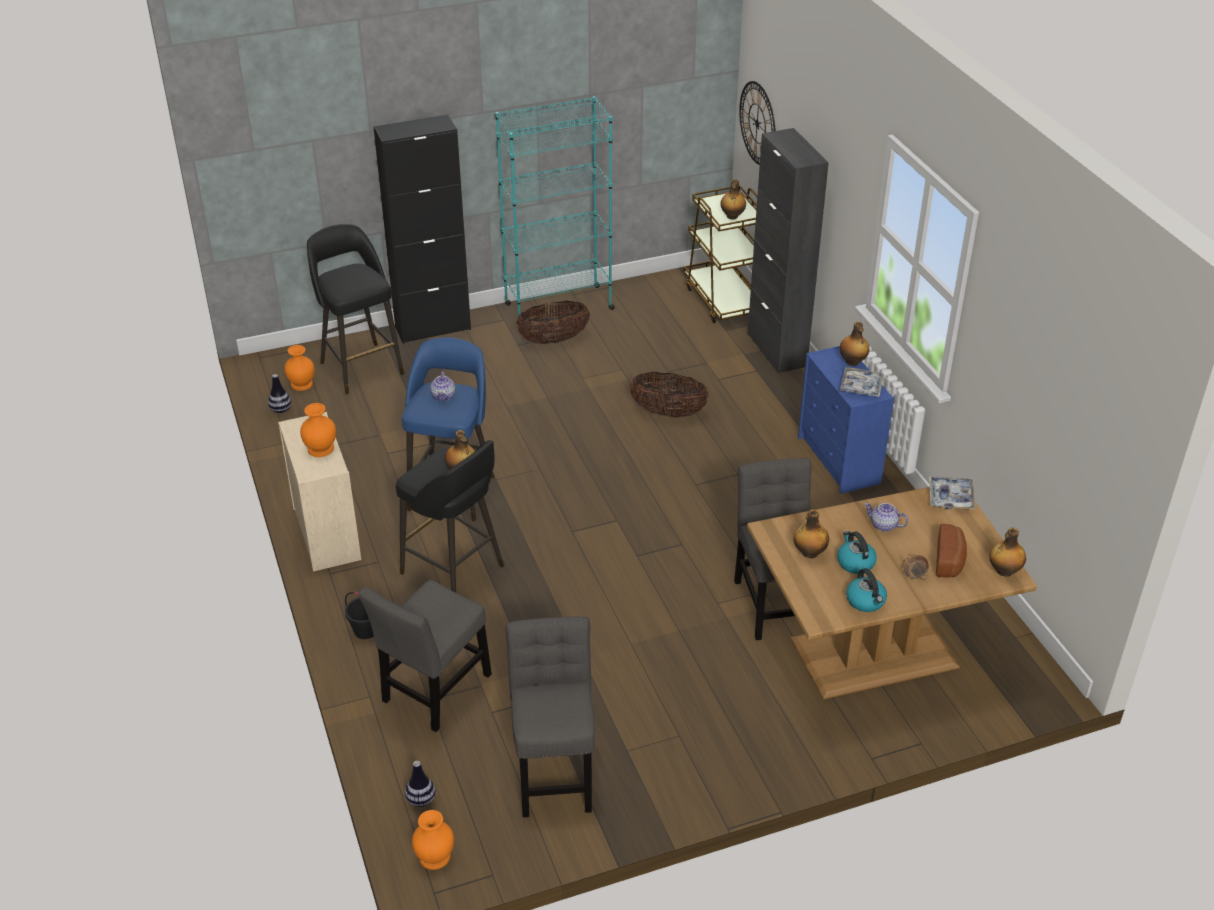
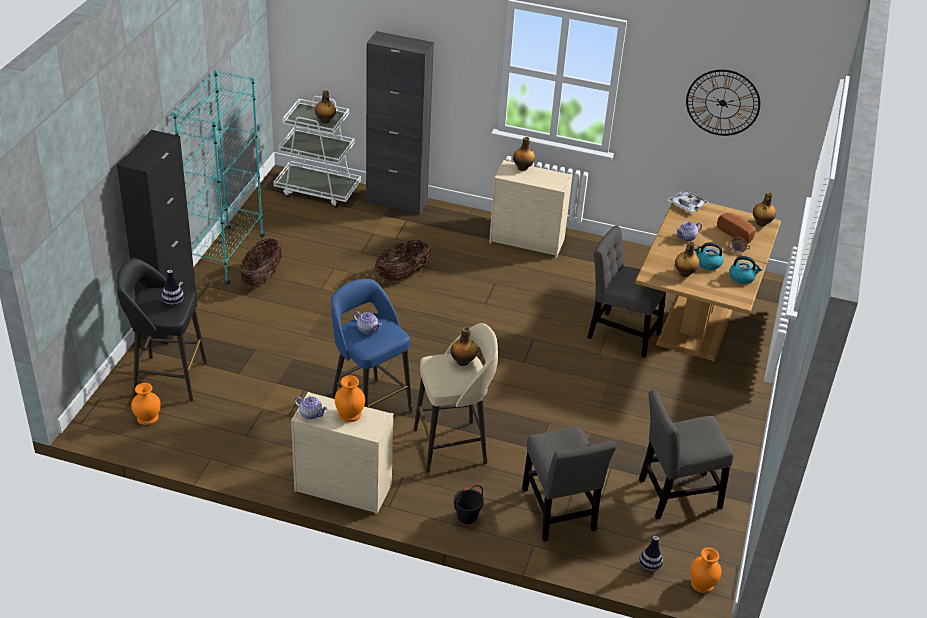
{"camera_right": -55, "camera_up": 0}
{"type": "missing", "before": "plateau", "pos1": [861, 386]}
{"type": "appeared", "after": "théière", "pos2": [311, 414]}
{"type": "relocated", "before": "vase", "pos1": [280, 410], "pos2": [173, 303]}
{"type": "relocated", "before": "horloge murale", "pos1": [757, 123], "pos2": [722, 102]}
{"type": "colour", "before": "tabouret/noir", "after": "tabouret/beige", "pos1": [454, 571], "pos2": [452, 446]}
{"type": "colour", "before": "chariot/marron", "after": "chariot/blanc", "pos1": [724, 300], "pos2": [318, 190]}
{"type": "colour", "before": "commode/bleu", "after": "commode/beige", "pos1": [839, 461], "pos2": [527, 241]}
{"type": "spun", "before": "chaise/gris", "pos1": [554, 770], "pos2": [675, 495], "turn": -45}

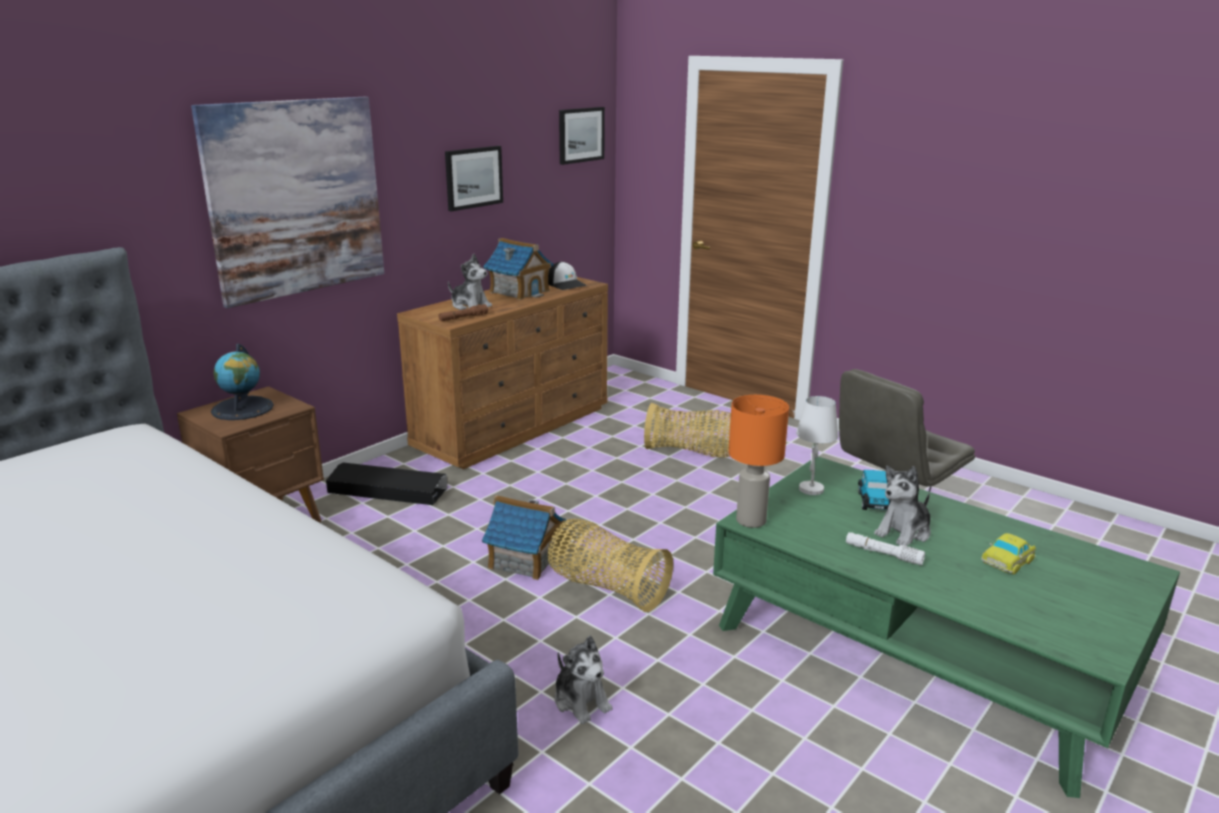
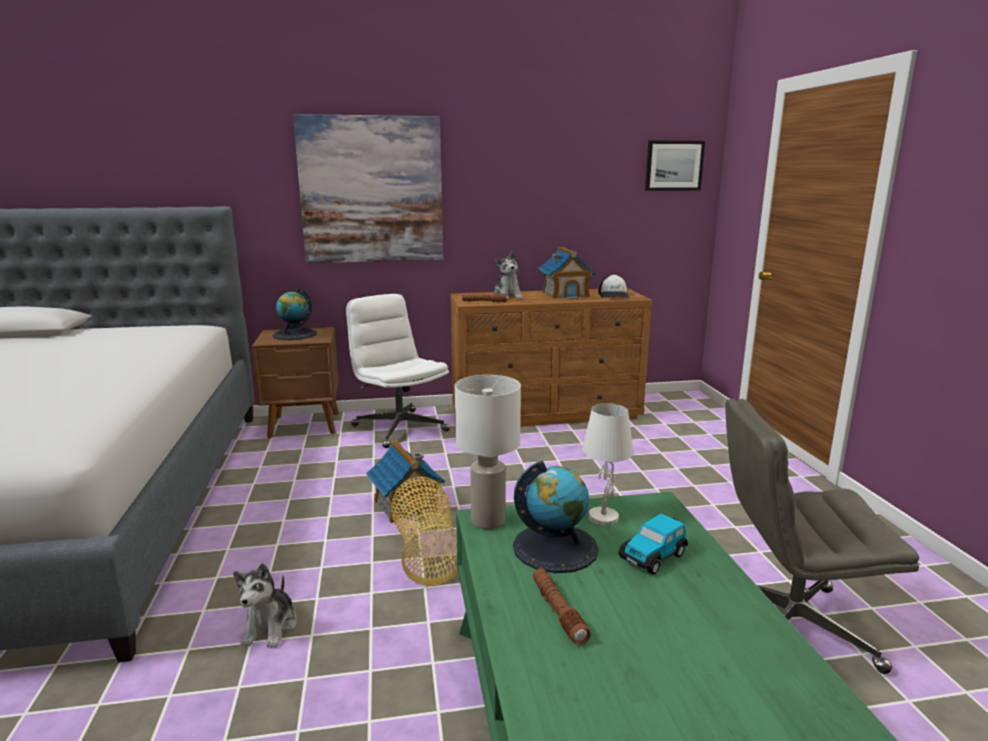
{"camera_right": 40, "camera_up": -5}
{"type": "missing", "before": "tableau", "pos1": [473, 177]}
{"type": "missing", "before": "panier", "pos1": [691, 452]}
{"type": "missing", "before": "peluche", "pos1": [904, 532]}
{"type": "missing", "before": "petite voiture", "pos1": [1008, 560]}
{"type": "appeared", "after": "globe", "pos2": [555, 547]}
{"type": "exchanged", "before": "boîte de rangement/noir", "after": "chaise de bureau/blanc", "pos1": [387, 491], "pos2": [399, 428]}
{"type": "colour", "before": "lampe de table/orange", "after": "lampe de table/blanc", "pos1": [750, 520], "pos2": [487, 520]}
{"type": "colour", "before": "lampe de poche/blanc", "after": "lampe de poche/marron", "pos1": [883, 554], "pos2": [558, 611]}

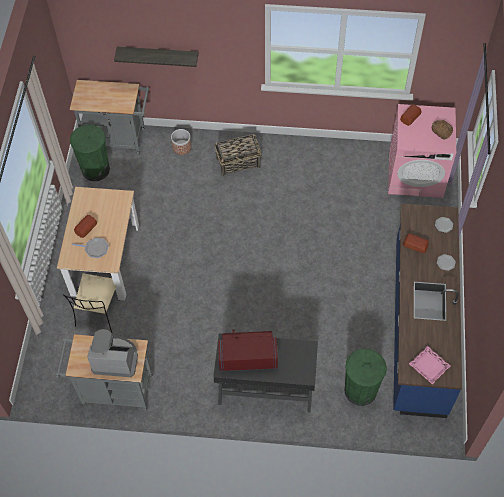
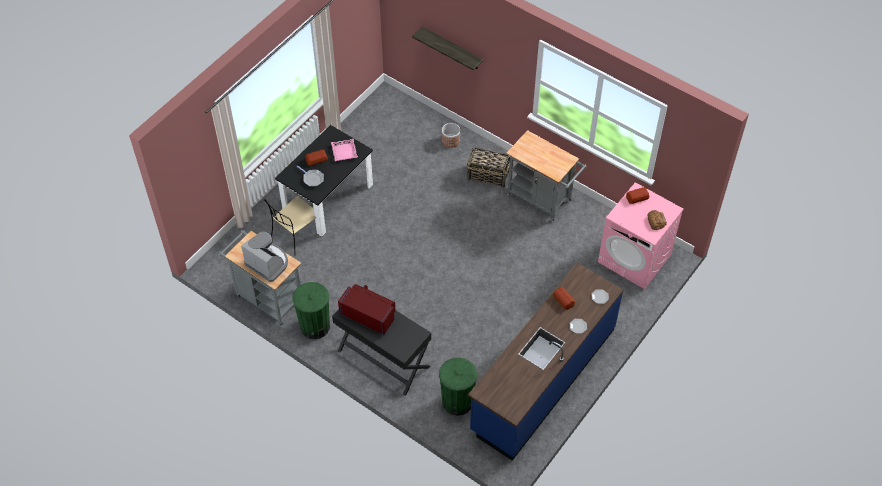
{"camera_right": 30, "camera_up": -5}
{"type": "relocated", "before": "chariot/gris", "pos1": [119, 139], "pos2": [542, 200]}
{"type": "relocated", "before": "poubelle/vert", "pos1": [95, 169], "pos2": [315, 326]}
{"type": "relocated", "before": "plateau/rose", "pos1": [429, 366], "pos2": [344, 151]}
{"type": "colour", "before": "table à manger/beige", "after": "table à manger/noir", "pos1": [105, 260], "pos2": [328, 198]}

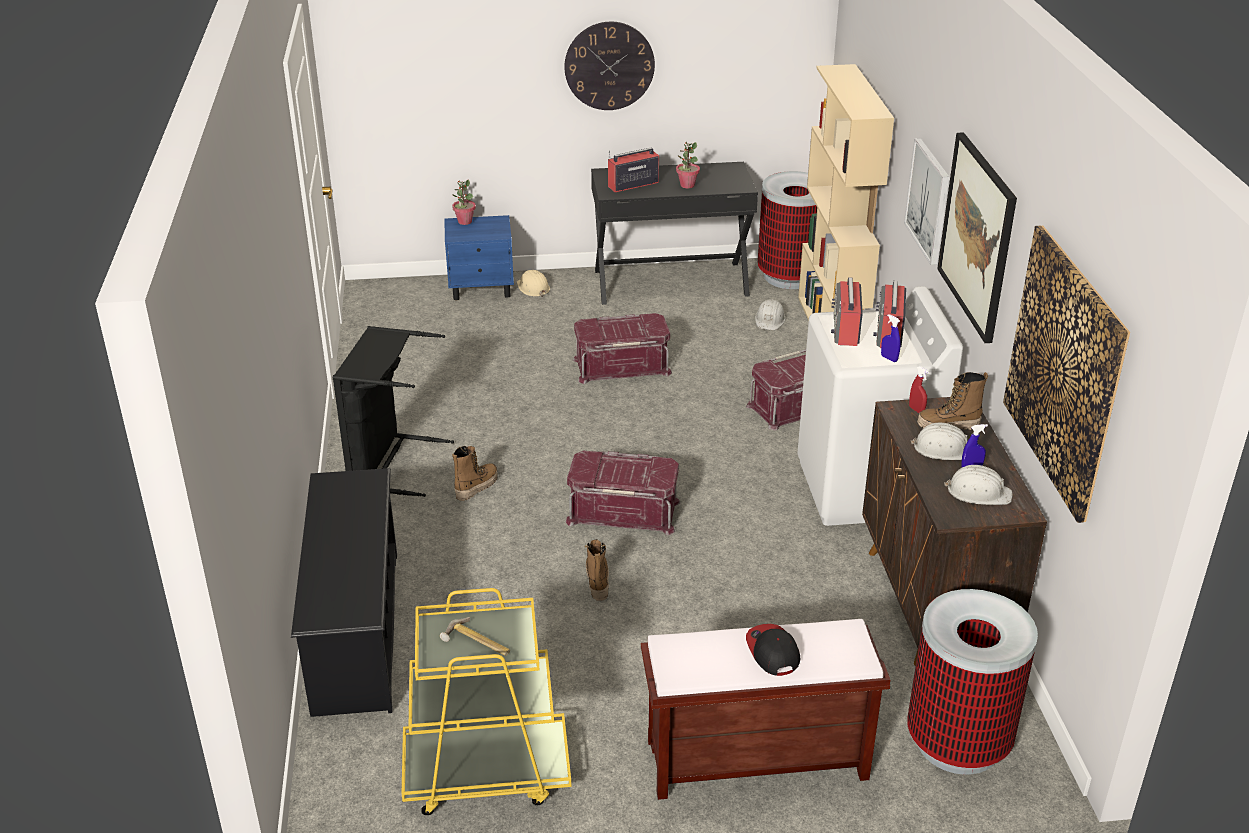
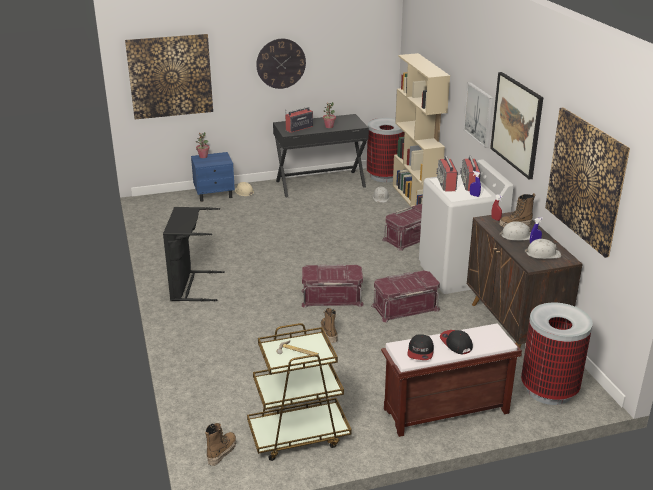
{"camera_right": -10, "camera_up": -5}
{"type": "missing", "before": "étagère à chaussures/noir", "pos1": [356, 631]}
{"type": "appeared", "after": "tableau", "pos2": [170, 76]}
{"type": "appeared", "after": "casquette", "pos2": [420, 352]}
{"type": "relocated", "before": "botte", "pos1": [476, 487], "pos2": [221, 452]}
{"type": "relocated", "before": "boîte de rangement/rouge", "pos1": [621, 365], "pos2": [405, 307]}
{"type": "colour", "before": "chariot/jaune", "after": "chariot/marron", "pos1": [486, 773], "pos2": [298, 435]}

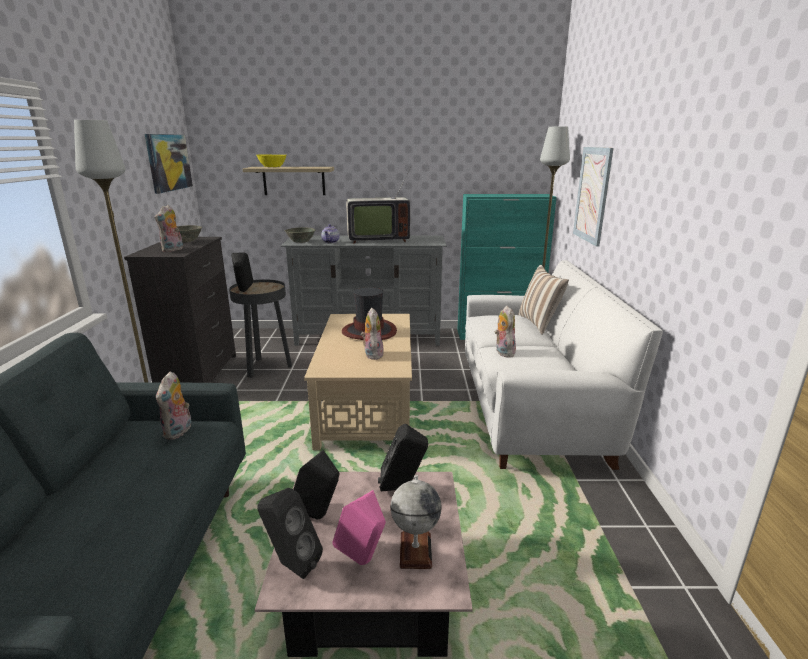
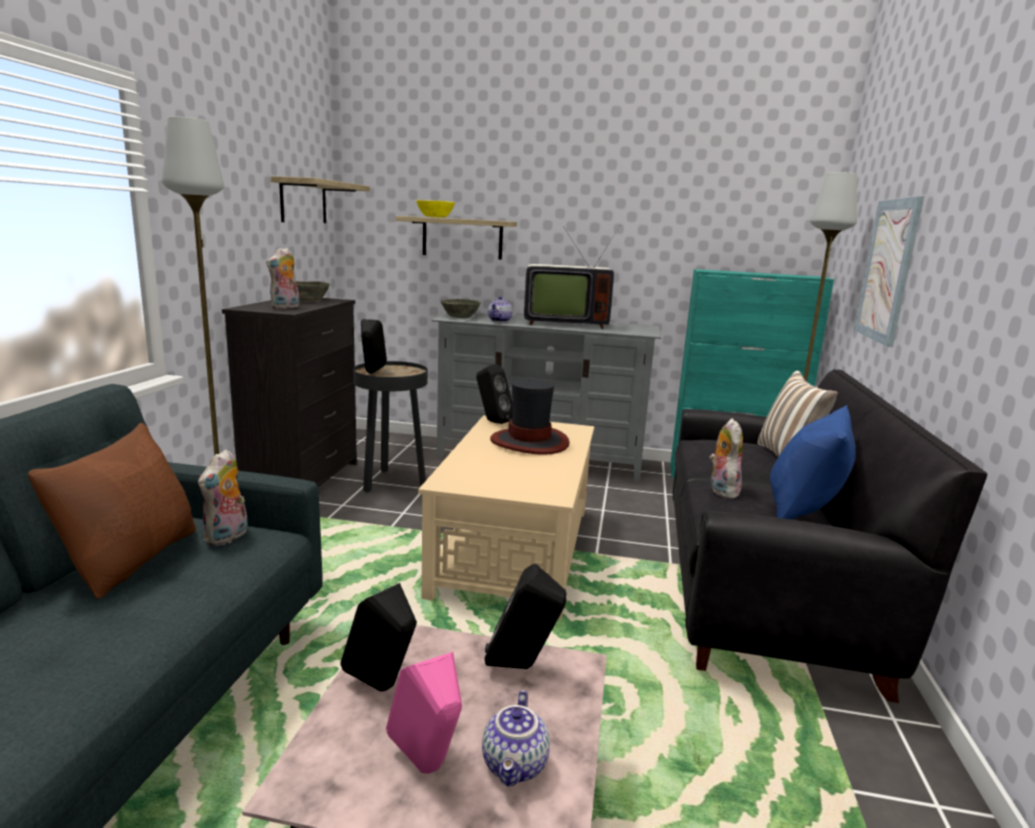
{"camera_right": 10, "camera_up": -5}
{"type": "missing", "before": "peluche", "pos1": [372, 354]}
{"type": "appeared", "after": "coussin/marron", "pos2": [132, 560]}
{"type": "appeared", "after": "coussin/bleu", "pos2": [804, 508]}
{"type": "relocated", "before": "enceinte/noir", "pos1": [291, 564], "pos2": [492, 421]}
{"type": "exchanged", "before": "tableau", "after": "étagère", "pos1": [168, 162], "pos2": [303, 201]}
{"type": "exchanged", "before": "globe", "after": "théière", "pos1": [415, 550], "pos2": [516, 766]}
{"type": "colour", "before": "canapé/blanc", "after": "canapé/noir", "pos1": [531, 409], "pos2": [763, 588]}

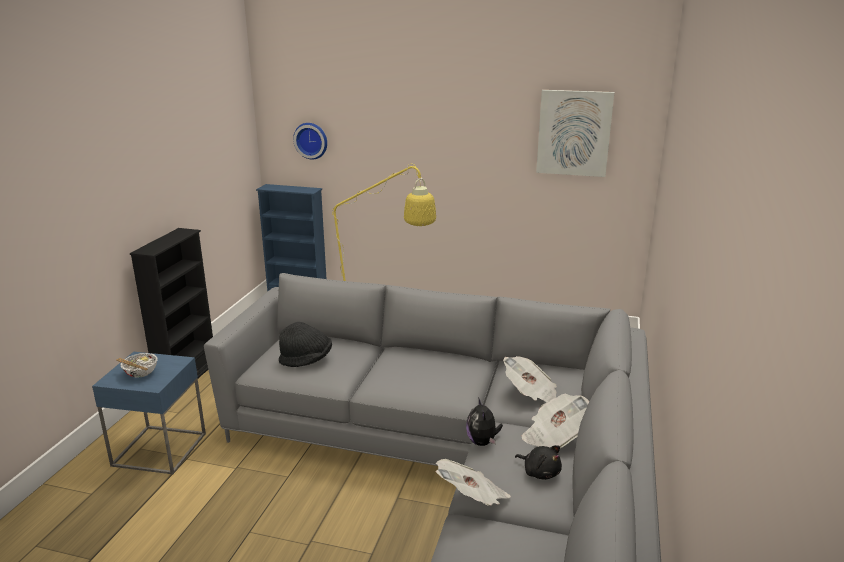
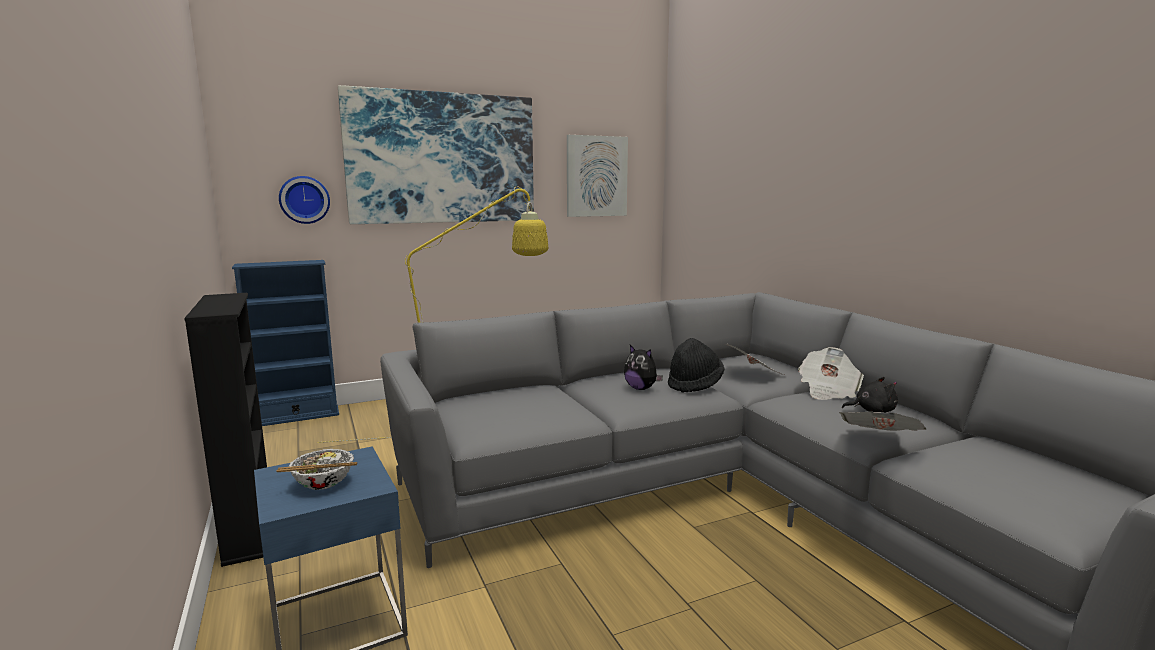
{"camera_right": -40, "camera_up": -10}
{"type": "appeared", "after": "tableau", "pos2": [442, 158]}
{"type": "relocated", "before": "chapeau/noir", "pos1": [306, 360], "pos2": [694, 384]}
{"type": "relocated", "before": "peluche", "pos1": [482, 442], "pos2": [641, 388]}

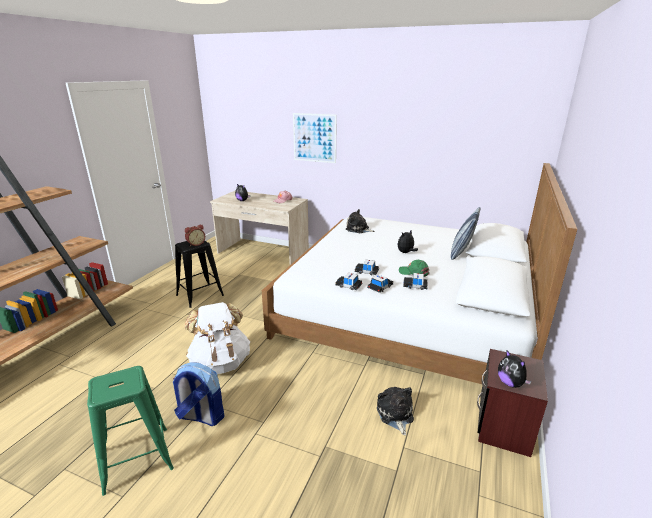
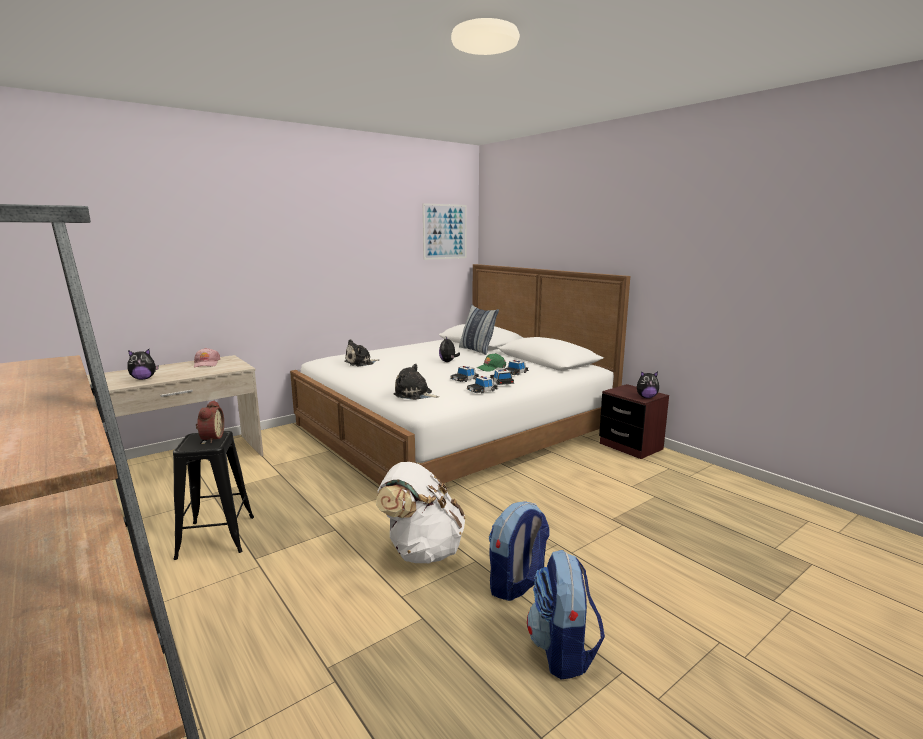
{"camera_right": -60, "camera_up": -10}
{"type": "relocated", "before": "tableau", "pos1": [314, 138], "pos2": [445, 231]}
{"type": "relocated", "before": "peluche", "pos1": [395, 415], "pos2": [415, 394]}
{"type": "exchanged", "before": "tabouret/vert", "after": "sac à dos", "pos1": [137, 459], "pos2": [563, 651]}

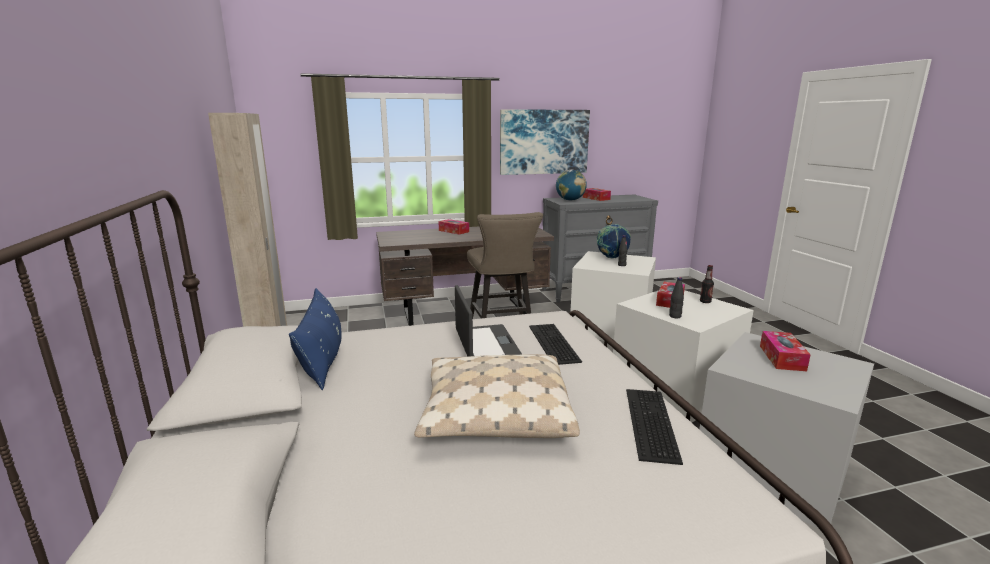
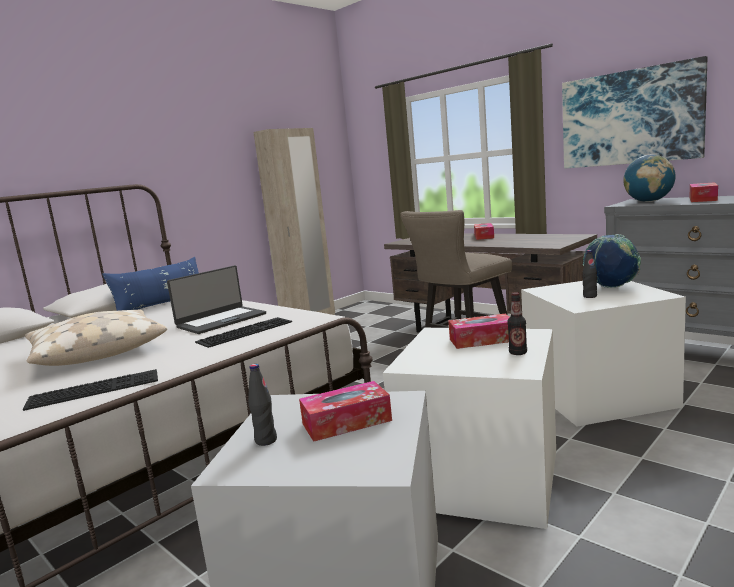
{"camera_right": 60, "camera_up": -5}
{"type": "relocated", "before": "bouteille/noir", "pos1": [675, 316], "pos2": [266, 440]}

